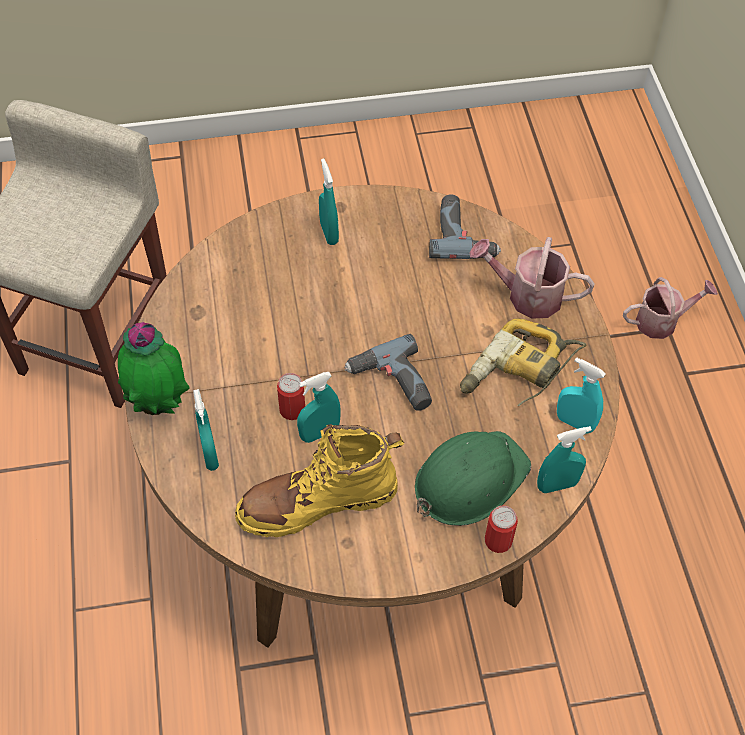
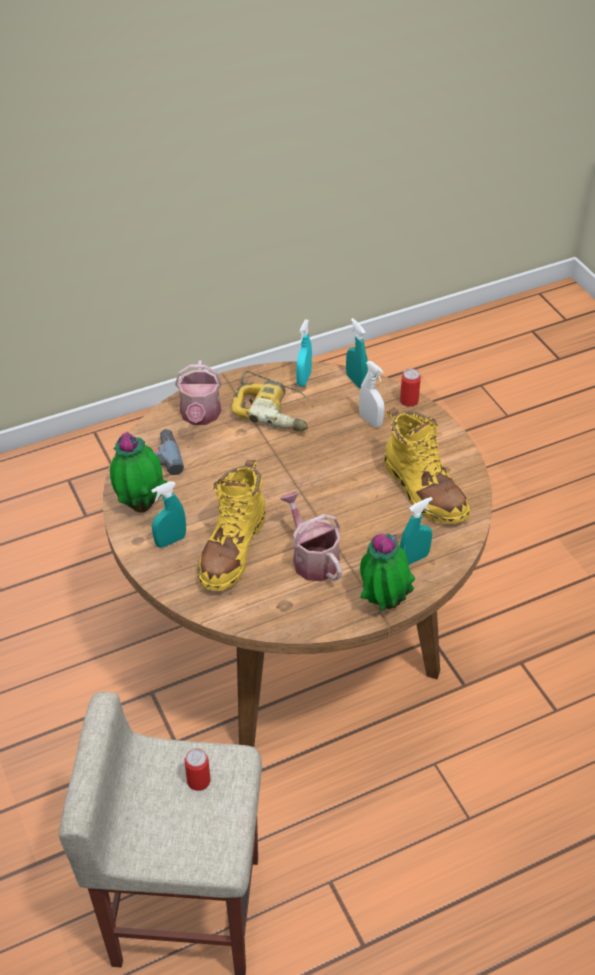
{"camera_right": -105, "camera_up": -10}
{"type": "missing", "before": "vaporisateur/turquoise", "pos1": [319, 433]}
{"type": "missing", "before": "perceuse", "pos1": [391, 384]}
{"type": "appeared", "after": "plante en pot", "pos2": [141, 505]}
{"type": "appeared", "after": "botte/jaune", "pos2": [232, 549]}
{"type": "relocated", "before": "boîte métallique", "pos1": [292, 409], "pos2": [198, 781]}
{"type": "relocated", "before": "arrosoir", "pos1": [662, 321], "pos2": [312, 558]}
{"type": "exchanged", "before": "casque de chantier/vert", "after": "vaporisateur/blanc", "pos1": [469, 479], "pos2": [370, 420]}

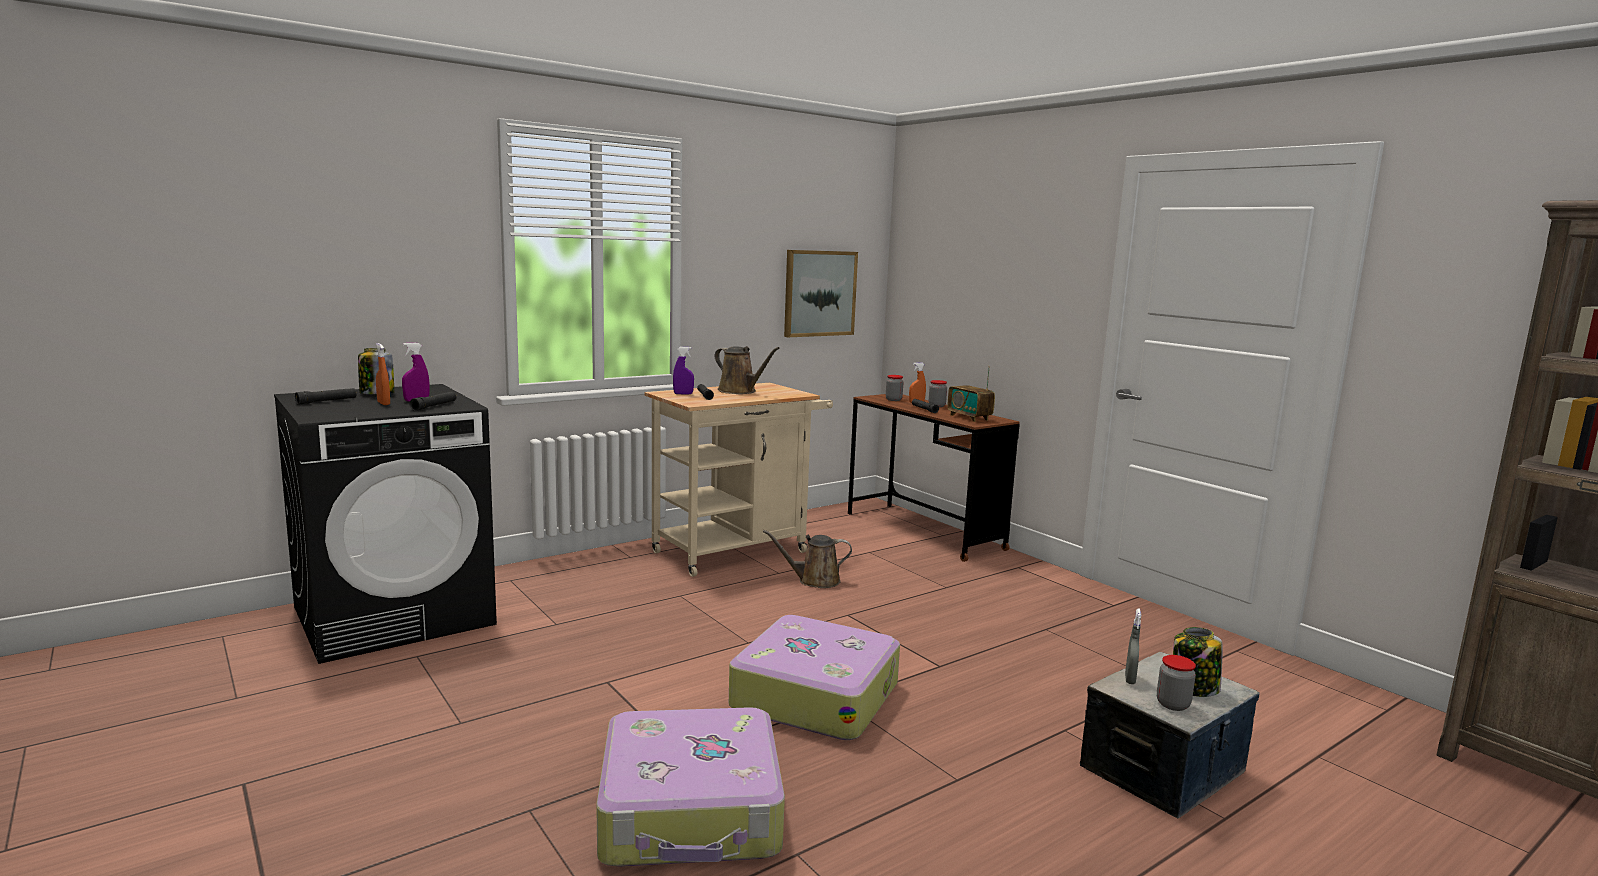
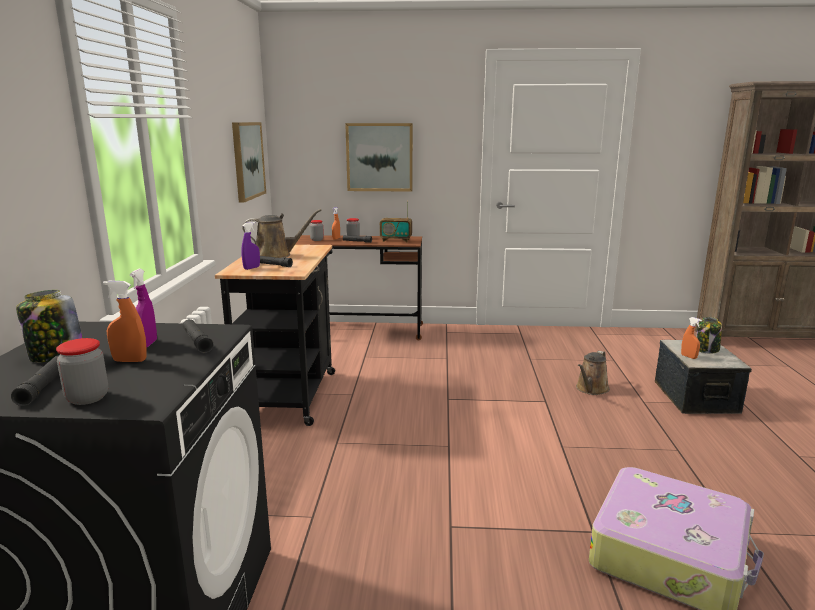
{"camera_right": -50, "camera_up": 5}
{"type": "missing", "before": "valise", "pos1": [815, 695]}
{"type": "appeared", "after": "tableau", "pos2": [379, 157]}
{"type": "relocated", "before": "arrosoir/marron", "pos1": [814, 581], "pos2": [591, 389]}
{"type": "relocated", "before": "bocal", "pos1": [1172, 704], "pos2": [87, 398]}
{"type": "colour", "before": "chariot/beige", "after": "chariot/noir", "pos1": [738, 550], "pos2": [290, 392]}
{"type": "colour", "before": "vaporisateur/gris", "after": "vaporisateur/orange", "pos1": [1130, 679], "pos2": [688, 357]}

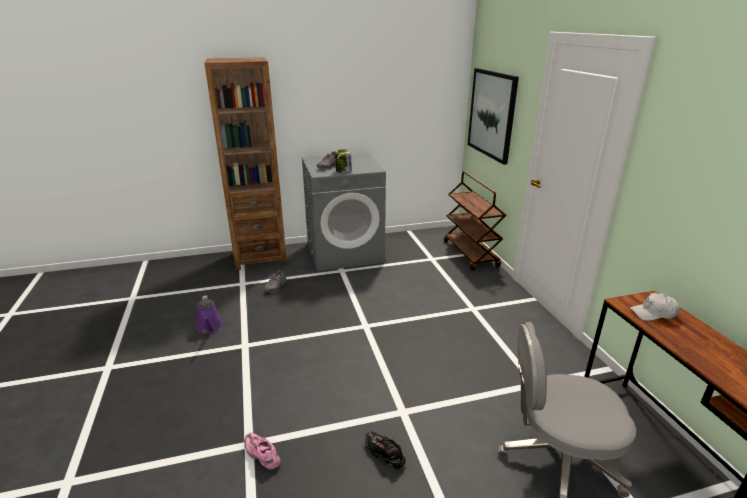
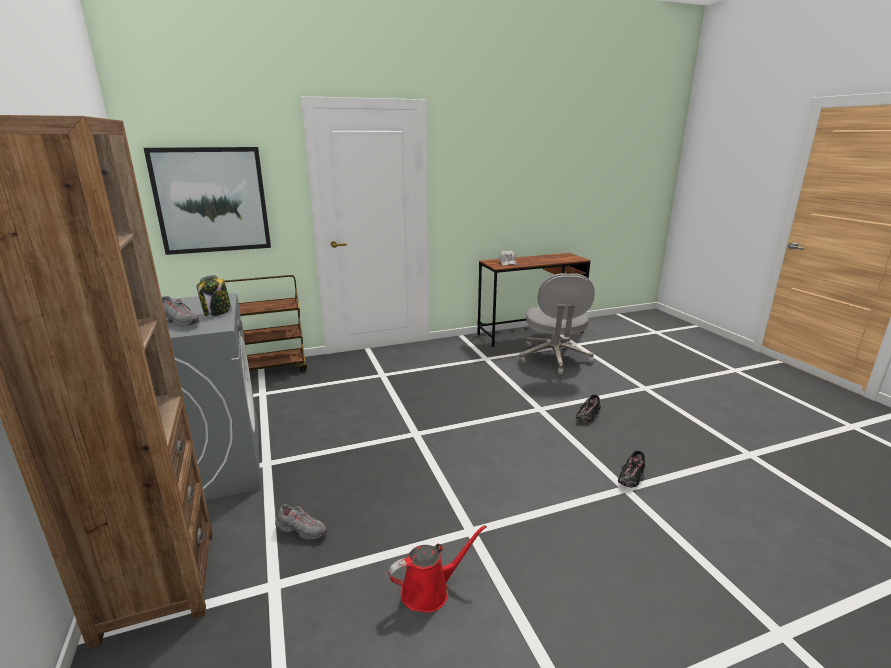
{"camera_right": -95, "camera_up": -5}
{"type": "colour", "before": "arrosoir/violet", "after": "arrosoir/rouge", "pos1": [210, 327], "pos2": [430, 590]}
{"type": "colour", "before": "chaussure/rose", "after": "chaussure/noir", "pos1": [262, 455], "pos2": [631, 477]}

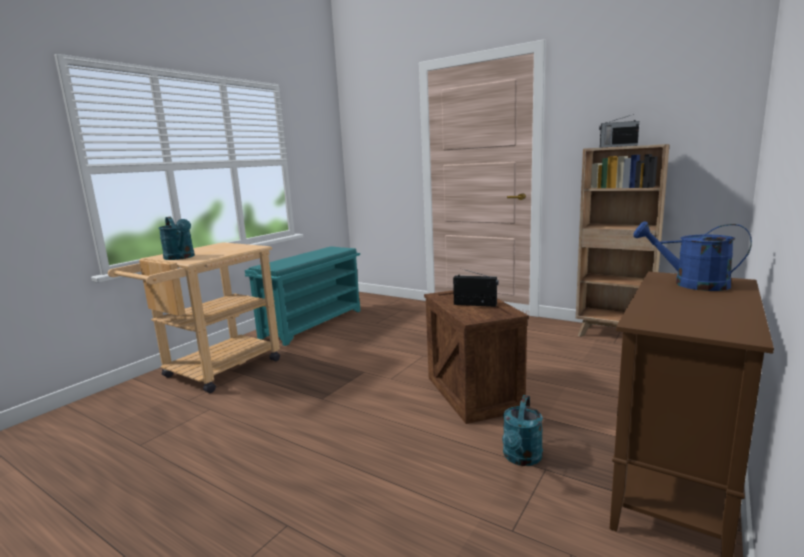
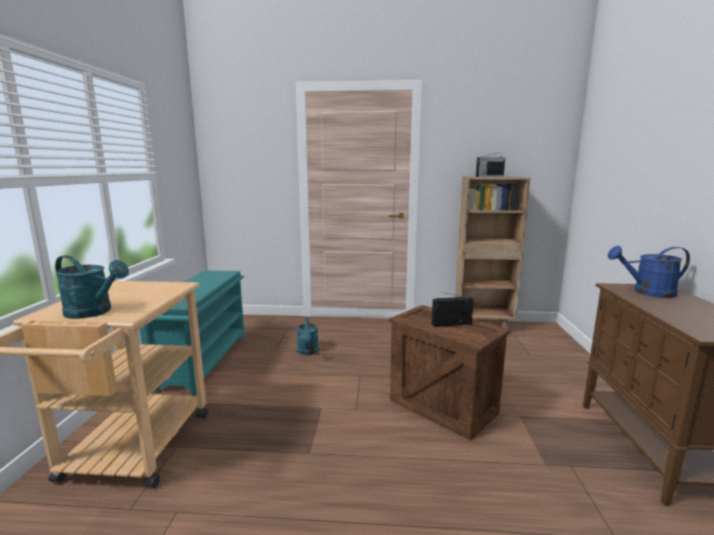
{"camera_right": -30, "camera_up": 0}
{"type": "relocated", "before": "arrosoir/turquoise", "pos1": [521, 458], "pos2": [308, 352]}

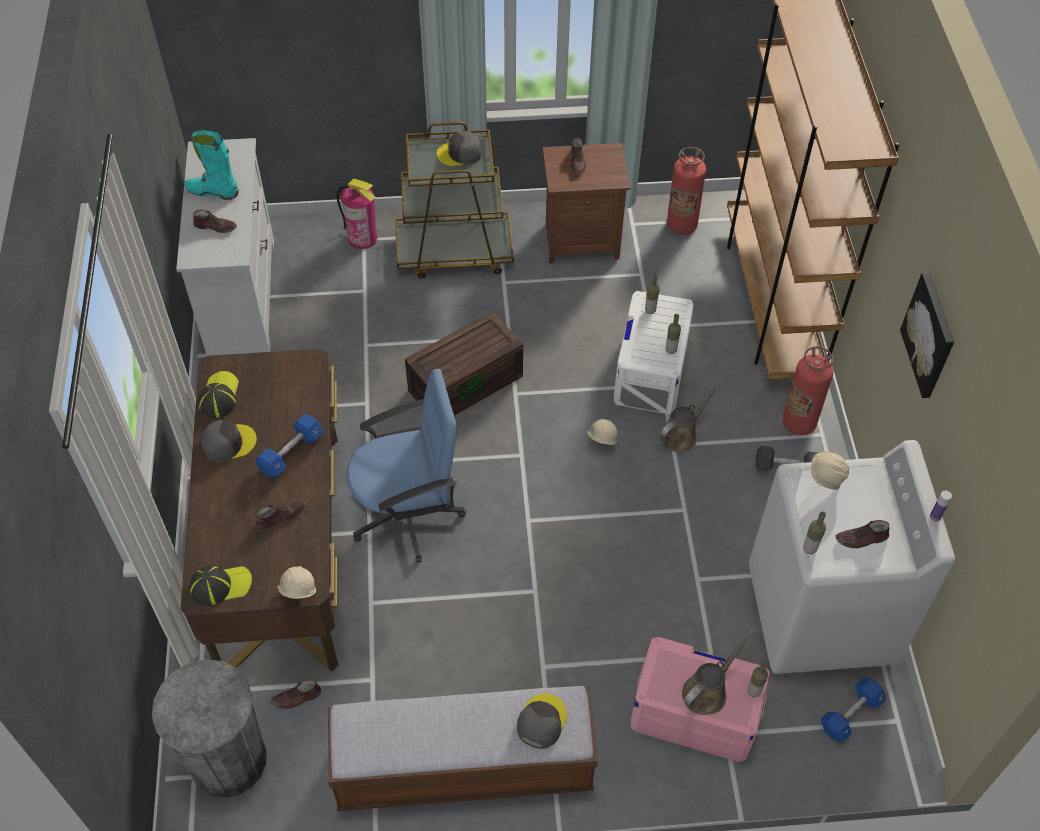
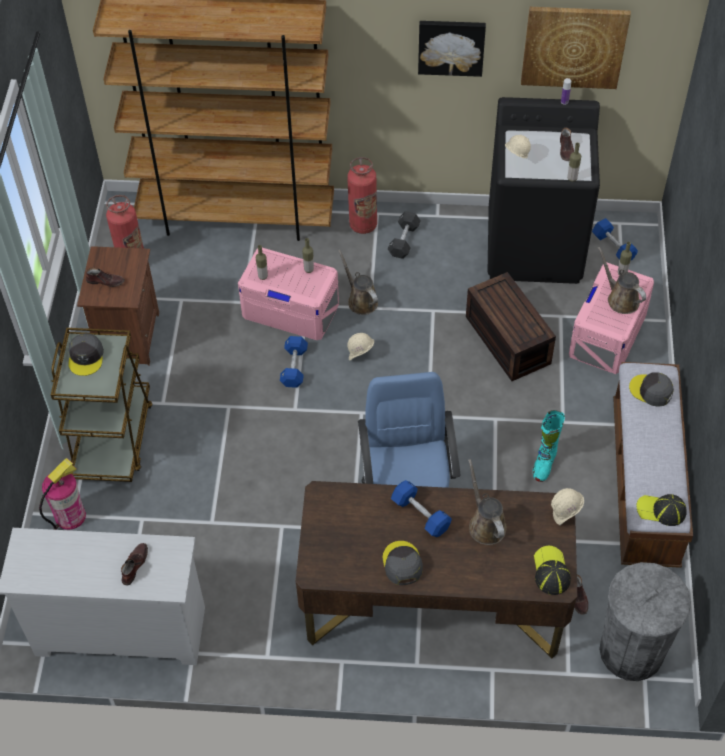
{"camera_right": -80, "camera_up": 0}
{"type": "appeared", "after": "haltère/bleu", "pos2": [294, 367]}
{"type": "appeared", "after": "tableau", "pos2": [574, 46]}
{"type": "relocated", "before": "botte/turquoise", "pos1": [213, 192], "pos2": [544, 463]}
{"type": "relocated", "before": "casquette", "pos1": [219, 396], "pos2": [661, 510]}
{"type": "relocated", "before": "boîte de rangement/marron", "pos1": [466, 381], "pos2": [505, 339]}
{"type": "exchanged", "before": "chaussure/marron", "after": "arrosoir/marron", "pos1": [281, 515], "pos2": [485, 524]}
{"type": "colour", "before": "boîte de rangement/blanc", "after": "boîte de rangement/rose", "pos1": [651, 370], "pos2": [290, 310]}
{"type": "colour", "before": "lave-linge/blanc", "after": "lave-linge/noir", "pos1": [820, 615], "pos2": [535, 247]}

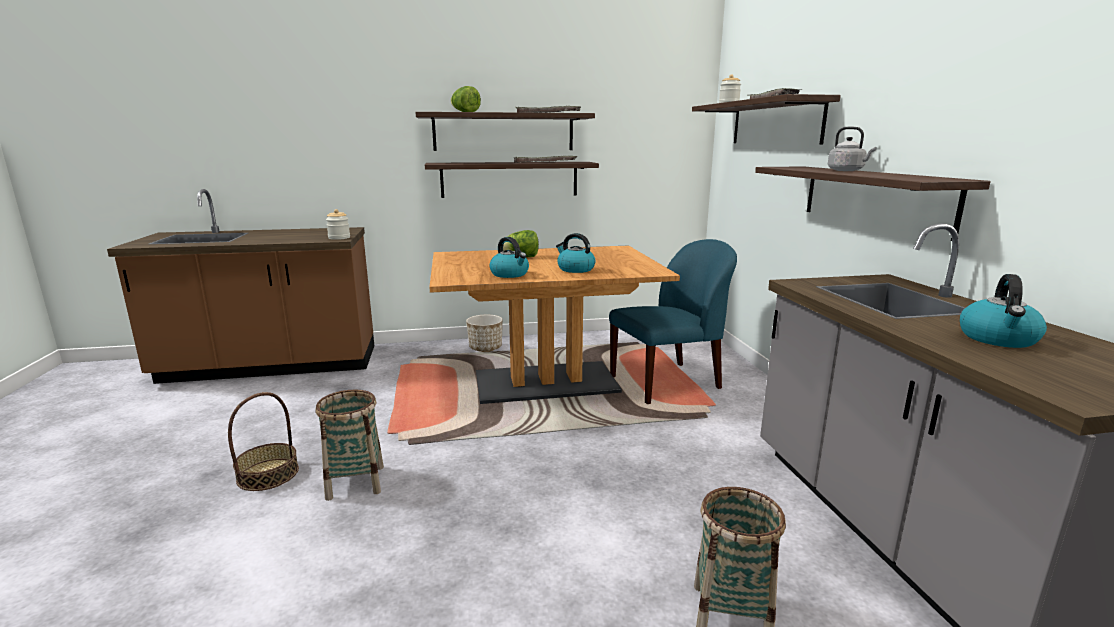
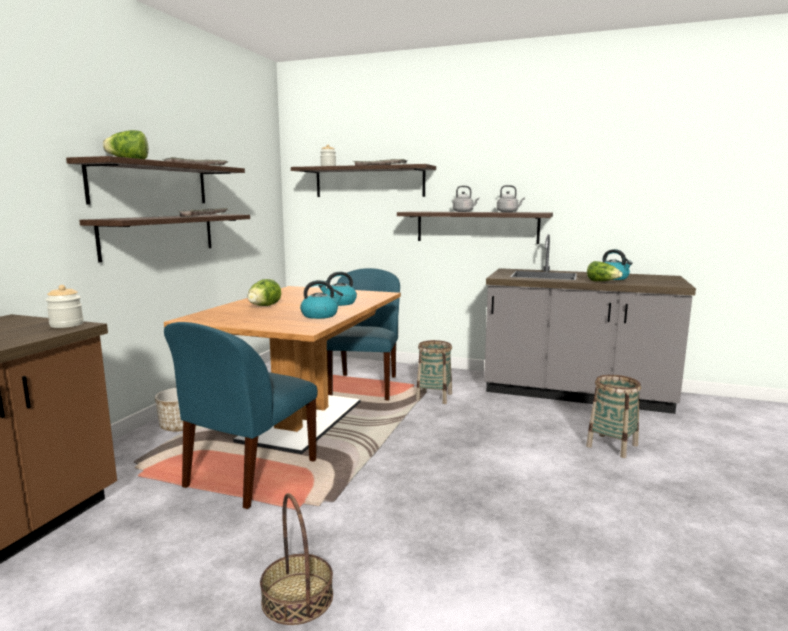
{"camera_right": -60, "camera_up": -5}
{"type": "appeared", "after": "chaise/bleu", "pos2": [249, 474]}
{"type": "appeared", "after": "bouilloire/gris", "pos2": [508, 212]}
{"type": "appeared", "after": "laitue", "pos2": [602, 282]}
{"type": "relocated", "before": "panier", "pos1": [355, 482], "pos2": [434, 397]}

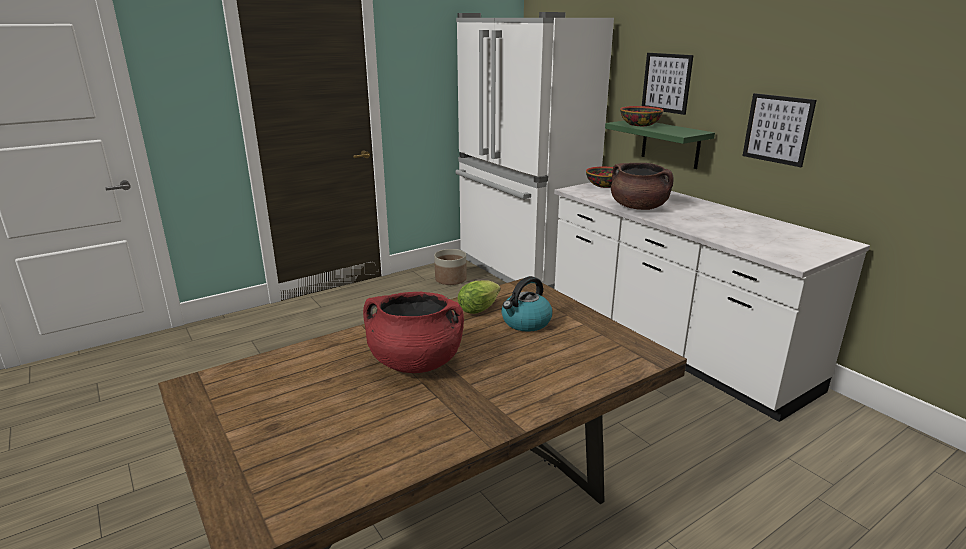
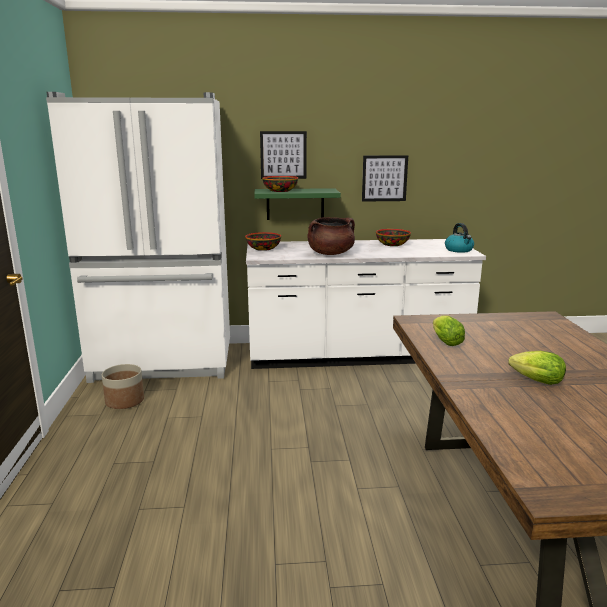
{"camera_right": -60, "camera_up": -5}
{"type": "appeared", "after": "bol", "pos2": [392, 244]}
{"type": "relocated", "before": "bouilloire", "pos1": [525, 322], "pos2": [459, 250]}
{"type": "exchanged", "before": "marmite/rouge", "after": "laitue", "pos1": [415, 362], "pos2": [533, 380]}

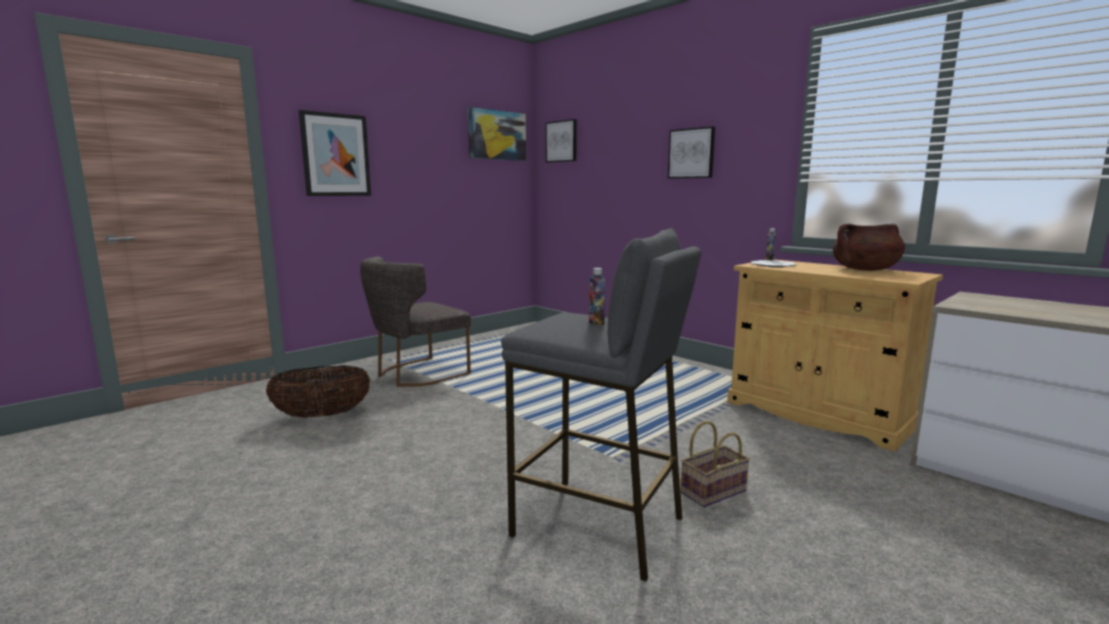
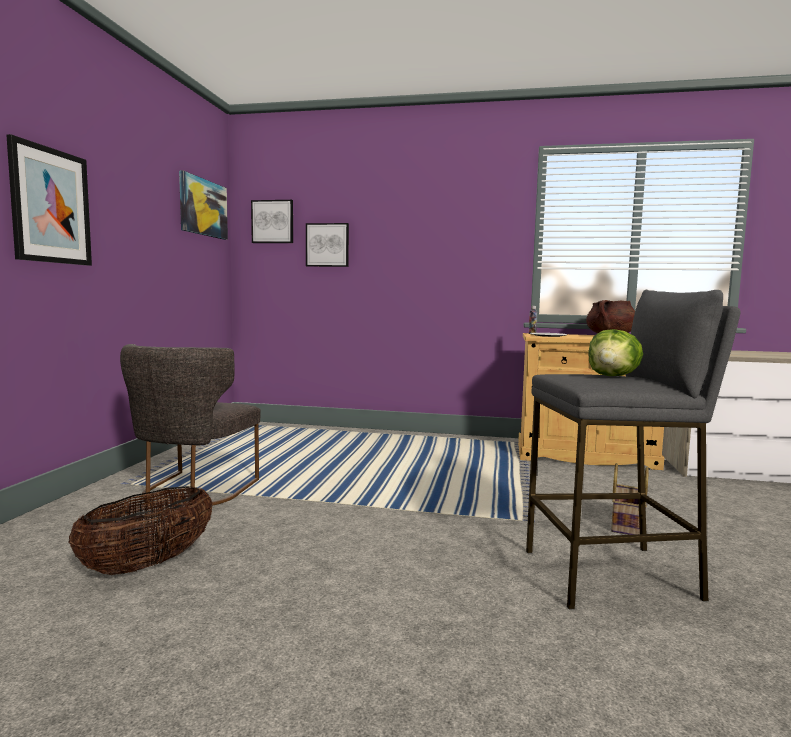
{"camera_right": -35, "camera_up": -5}
{"type": "relocated", "before": "tableau", "pos1": [691, 153], "pos2": [327, 245]}
{"type": "exchanged", "before": "bouteille", "after": "laitue", "pos1": [596, 323], "pos2": [612, 376]}

